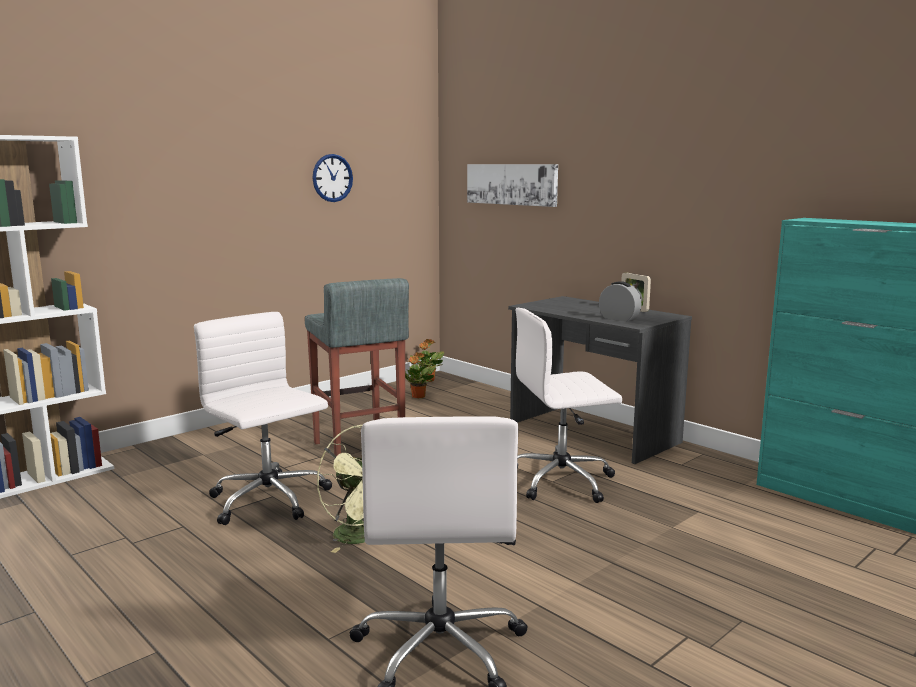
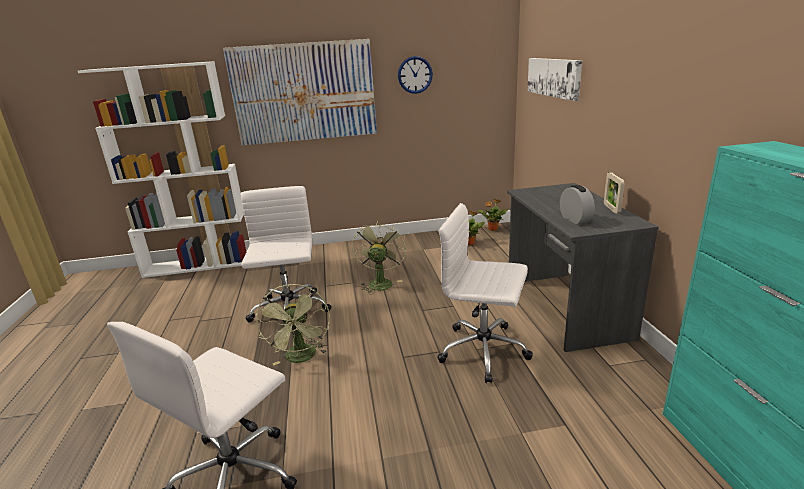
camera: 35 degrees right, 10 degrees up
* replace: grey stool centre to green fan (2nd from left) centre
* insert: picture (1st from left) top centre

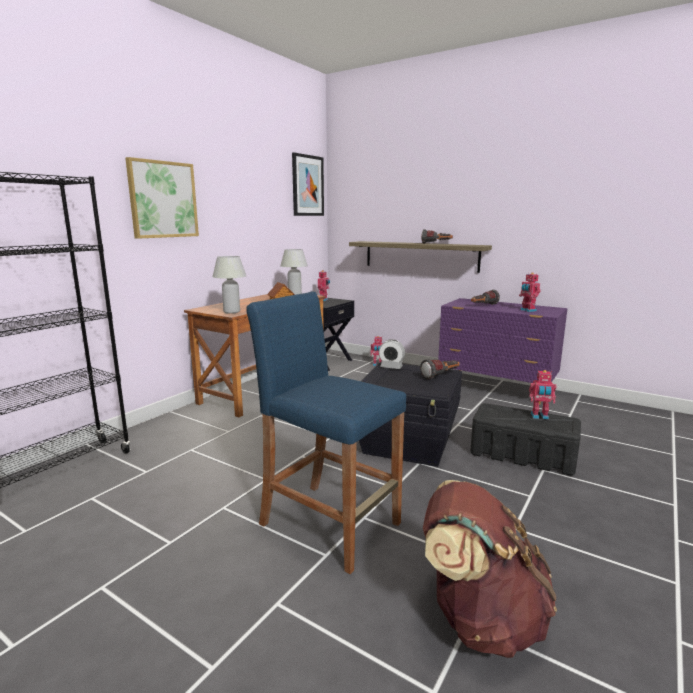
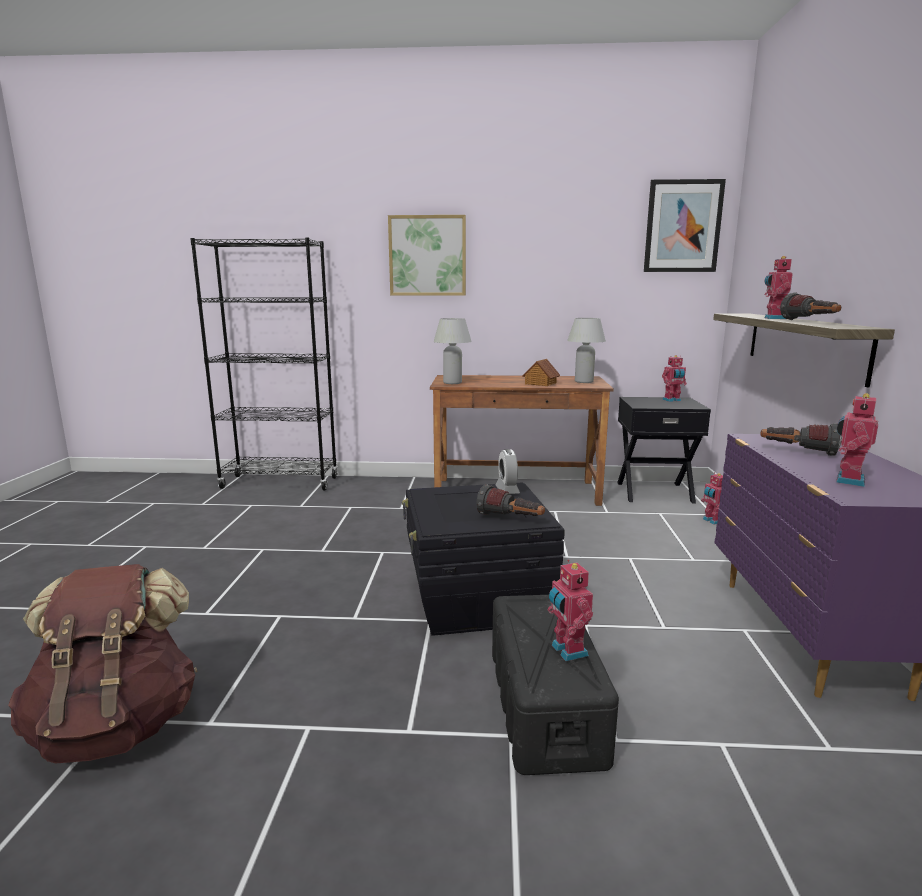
camera: 60 degrees right, 0 degrees up
* delete: blue stool centre
* insert: toy robot (4th from left) top right

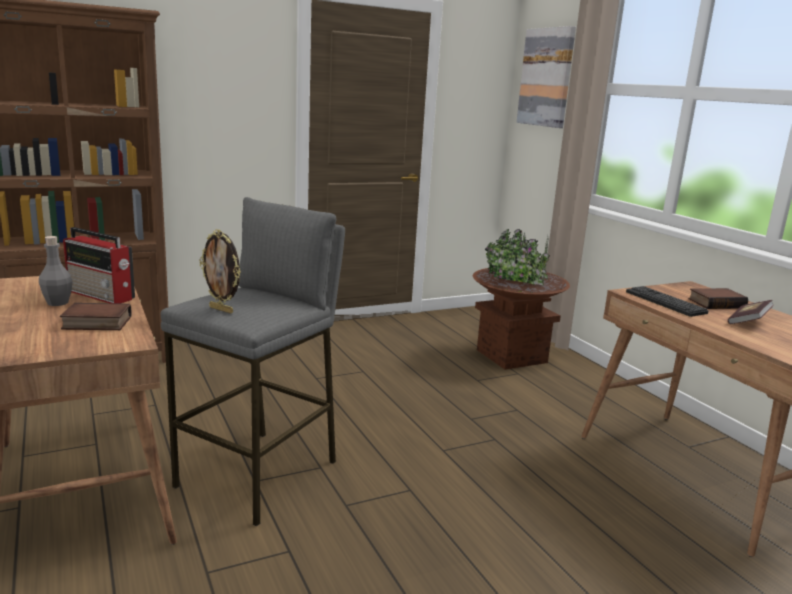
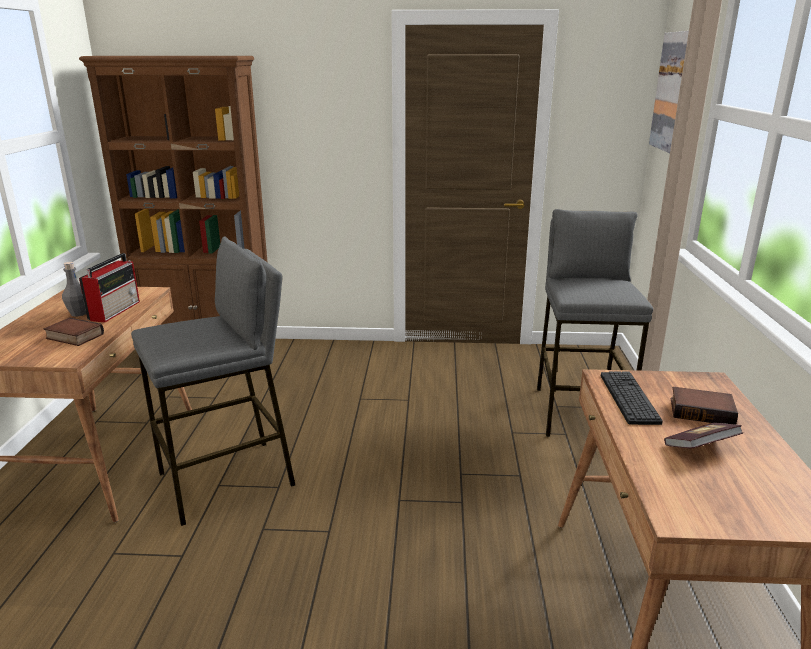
camera: 30 degrees right, 5 degrees up
* rotate: radio middle left = middle left 135 degrees counterclockwise
* delete: picture frame middle left
* replace: brown planter centre to grey stool (2nd from left) middle right

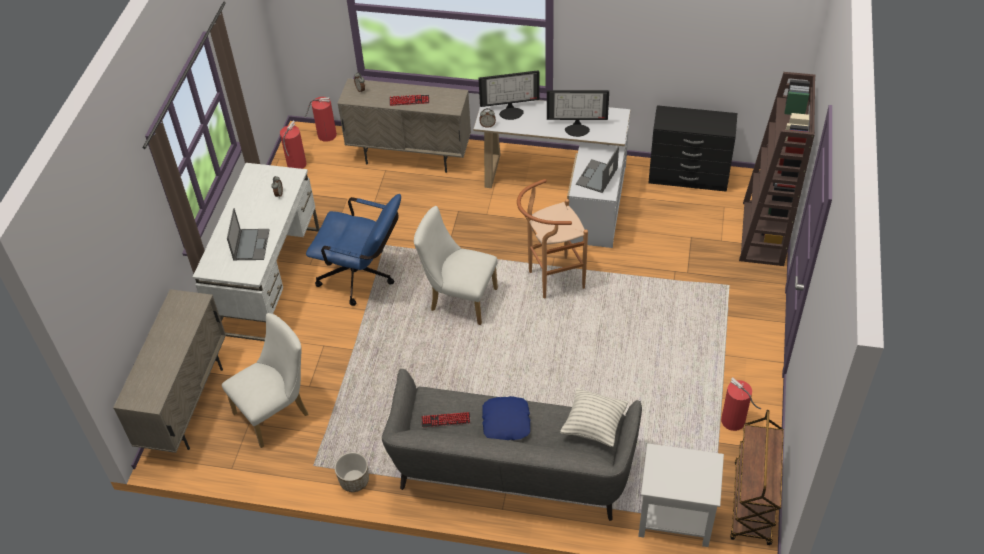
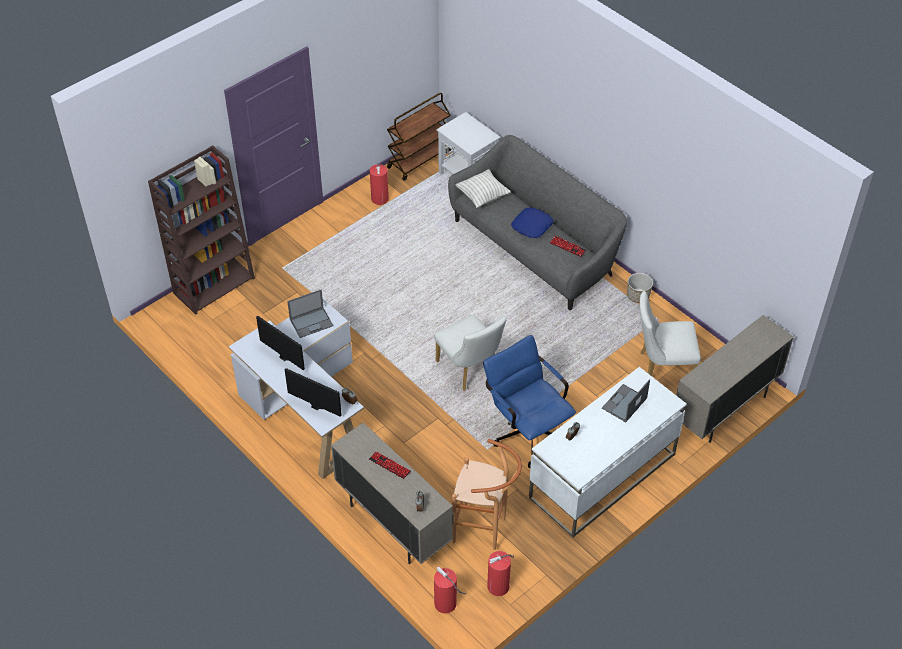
camera: 145 degrees left, 0 degrees up
* delete: black dresser top right
* move: brown stool centre to bottom centre

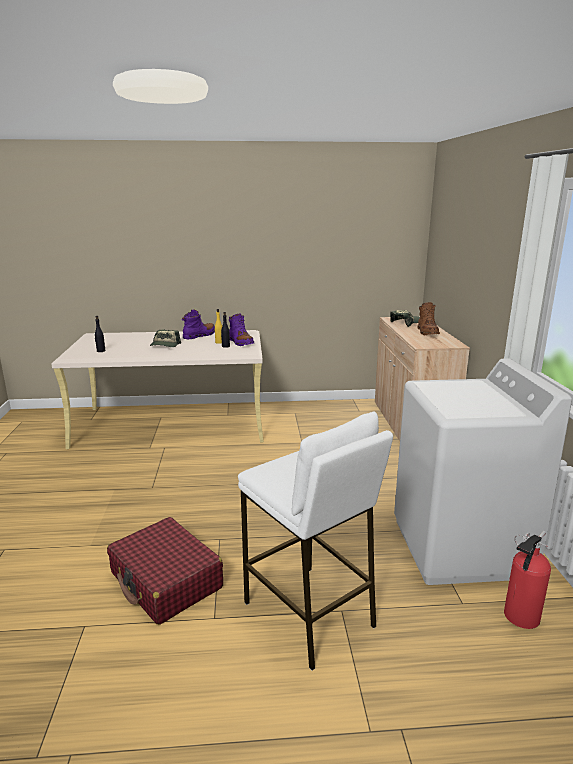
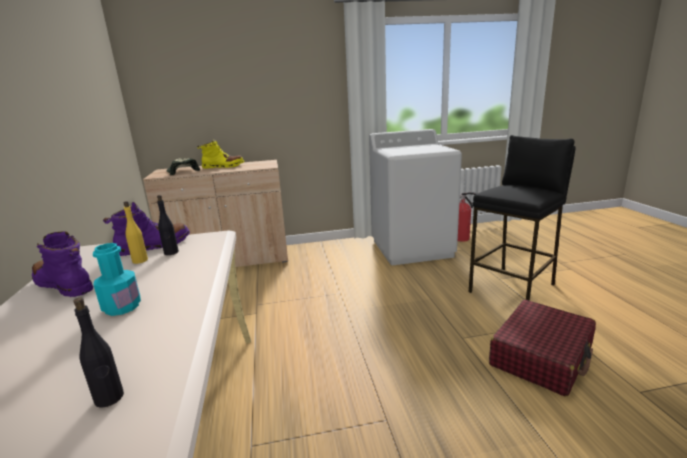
camera: 95 degrees left, 0 degrees up
* recolor: brown boot middle right to yellow boot middle left
* replace: cap (1st from left) middle left to turquoise bottle middle left
* recolor: white stool bottom centre to black stool middle right

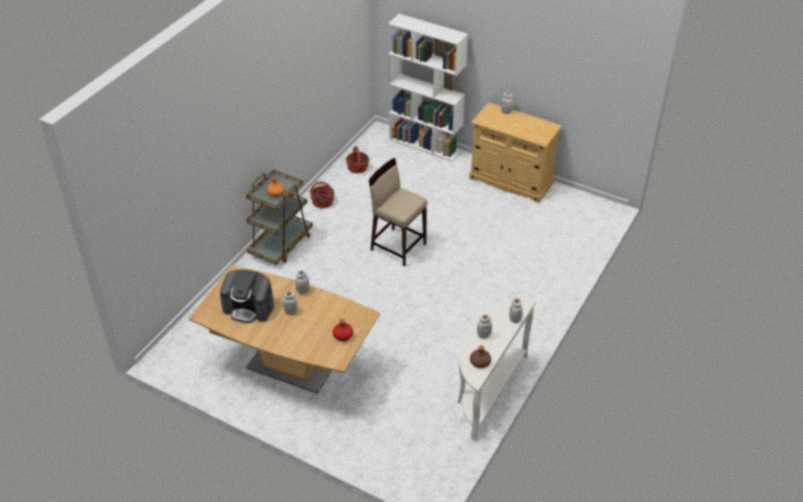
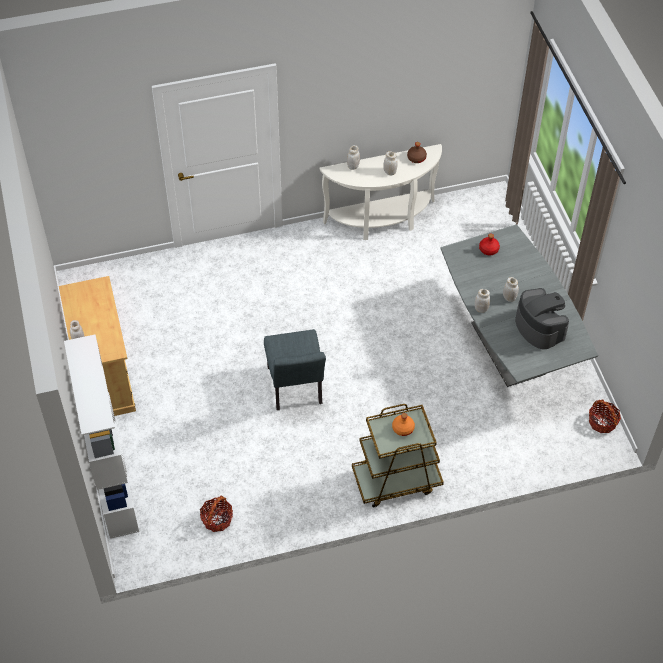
camera: 135 degrees left, 10 degrees up
* replace: beige stool centre to grey chair centre
* move: basket (1st from left in the first image) centre to basket (2nd from left) middle right
* recolor: brown dining table centre to grey dining table middle right

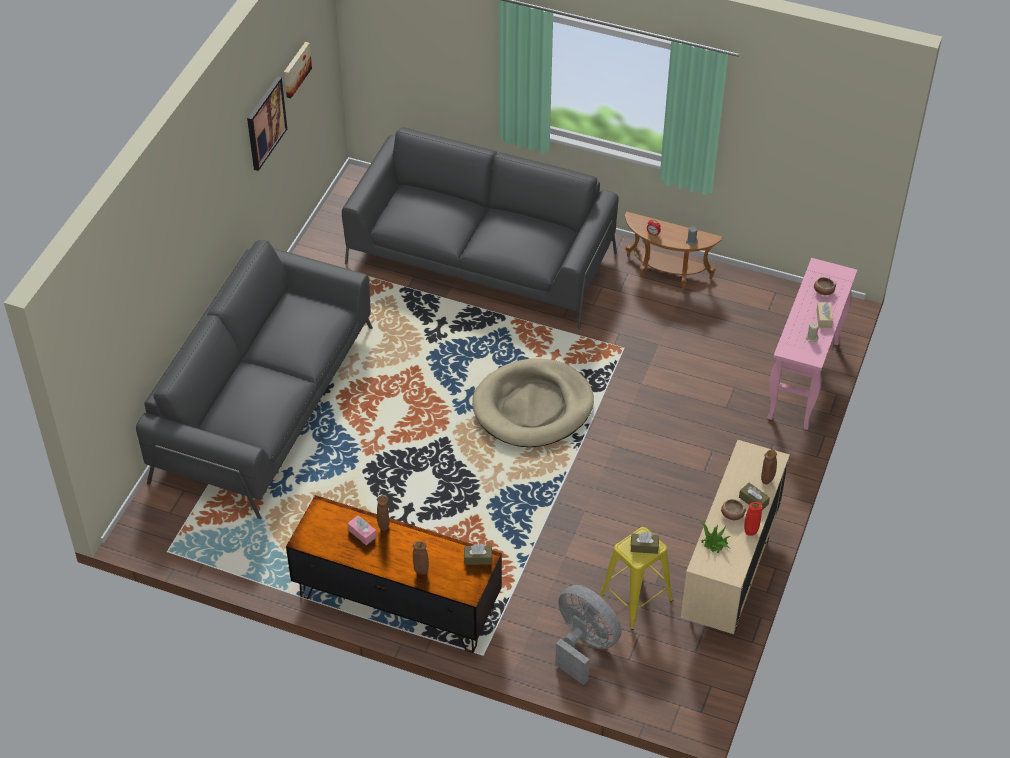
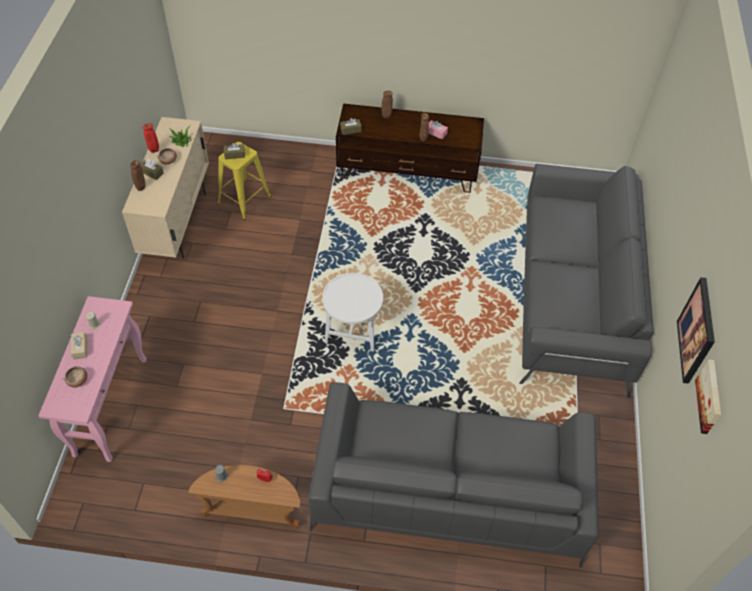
camera: 165 degrees right, 5 degrees up
* replace: beige dog bed centre to white side table centre
* delete: grey fan bottom centre

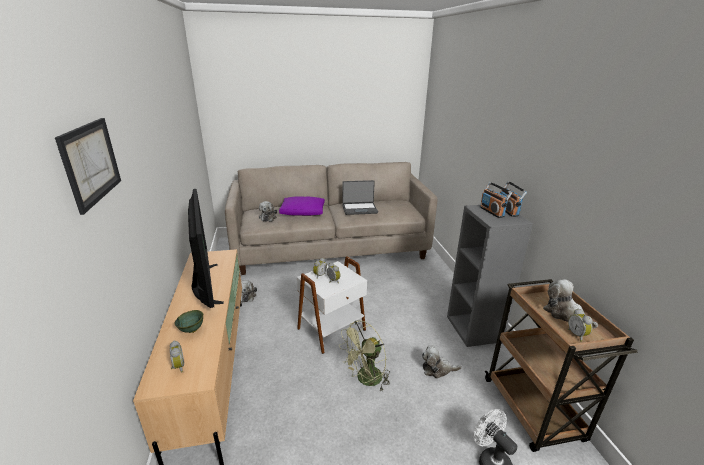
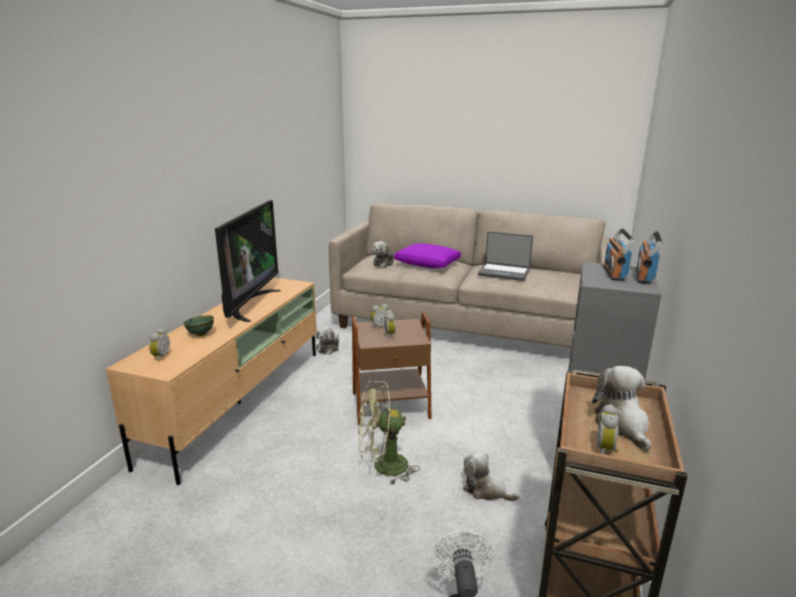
camera: 30 degrees right, 5 degrees down
* delete: picture middle left
* recolor: white side table centre to brown side table centre

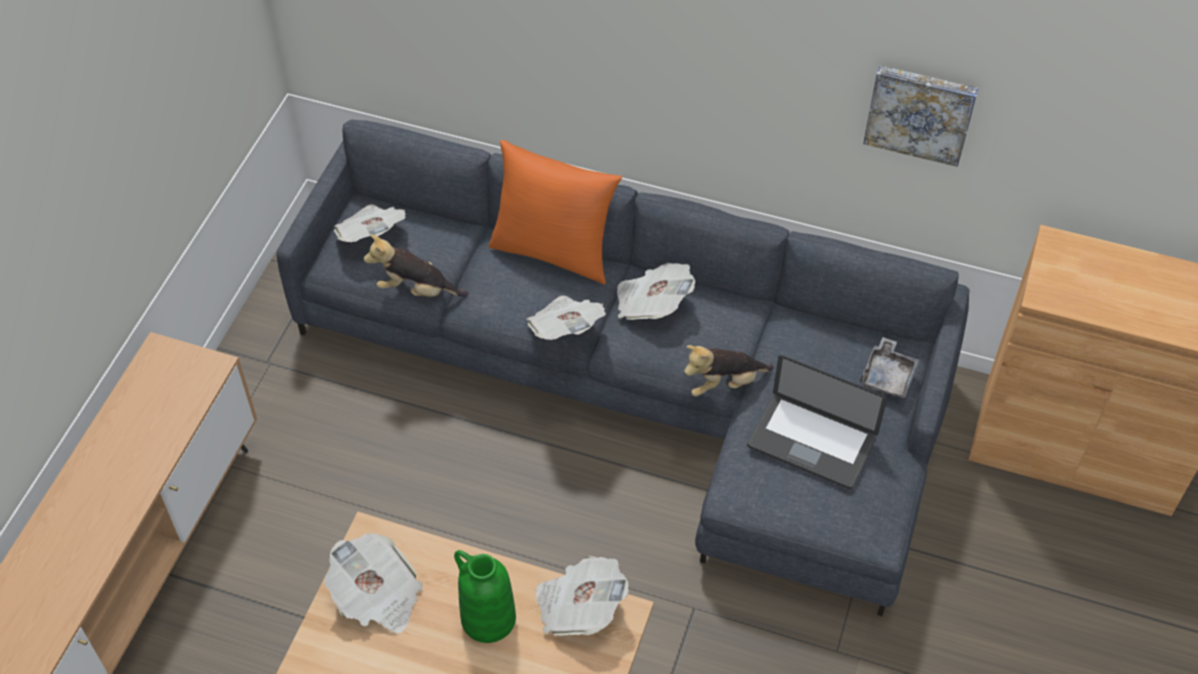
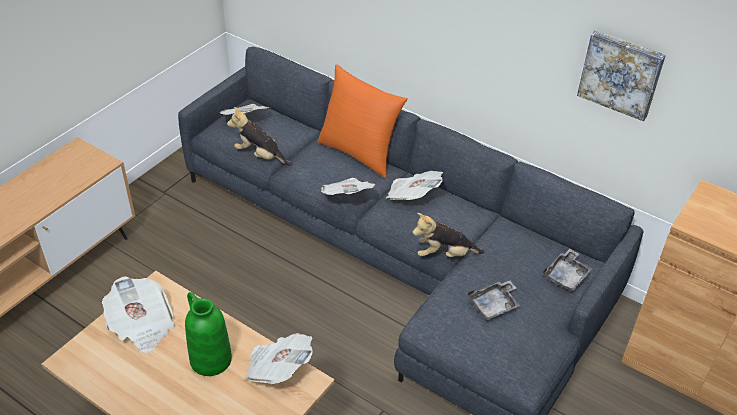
camera: 15 degrees right, 10 degrees down
* replace: laptop middle right to grey tray (1st from left) bottom right

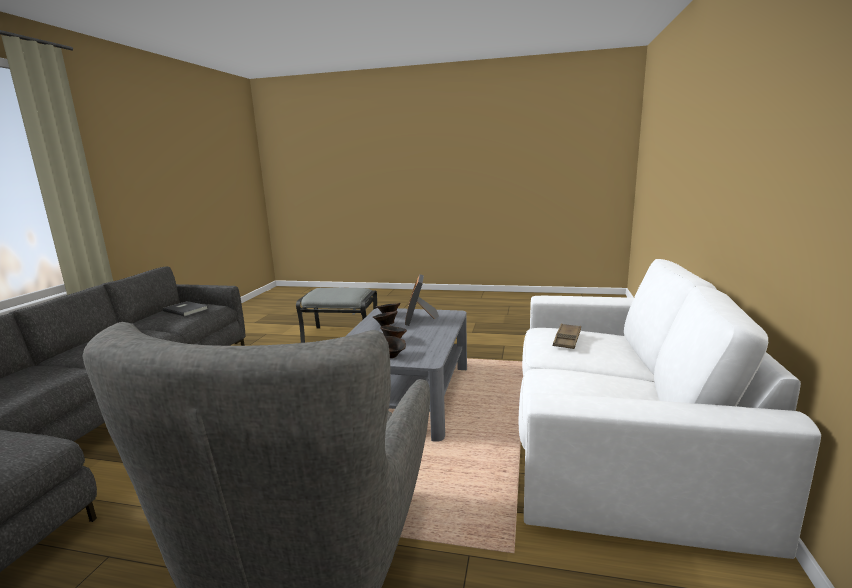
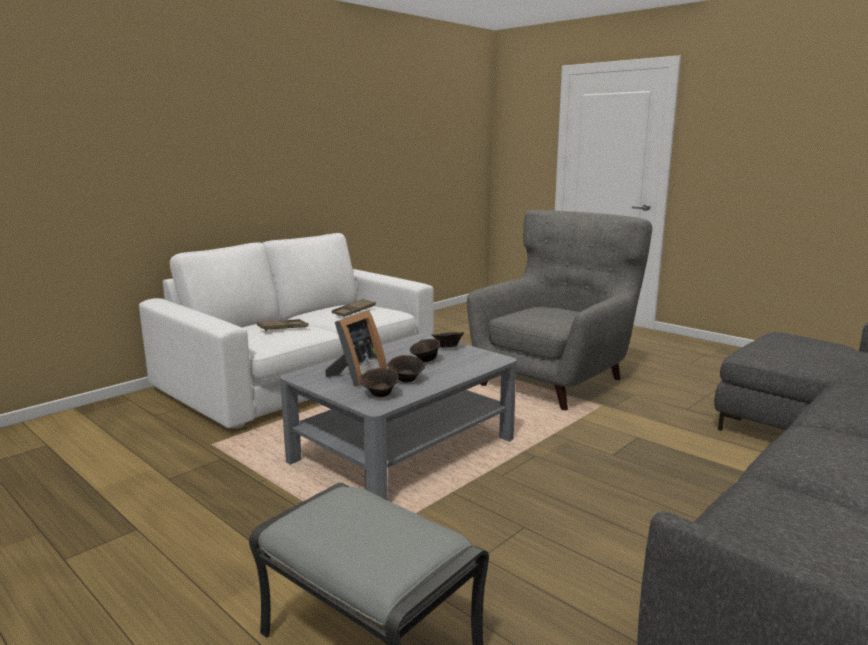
camera: 150 degrees left, 0 degrees up
* delete: grey book middle left
* insert: brown tray (2nd from left) centre

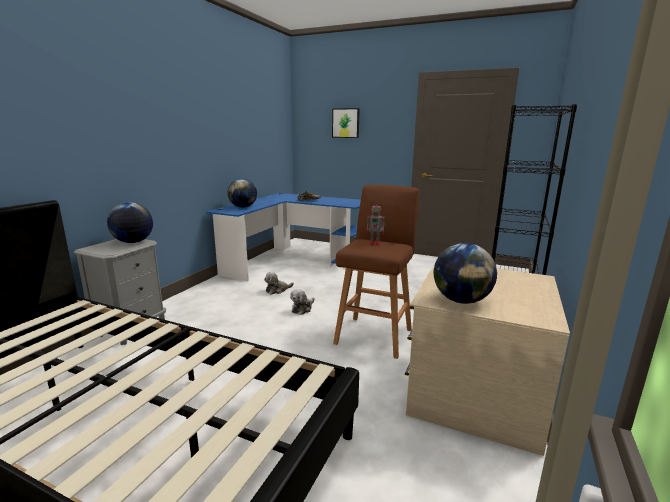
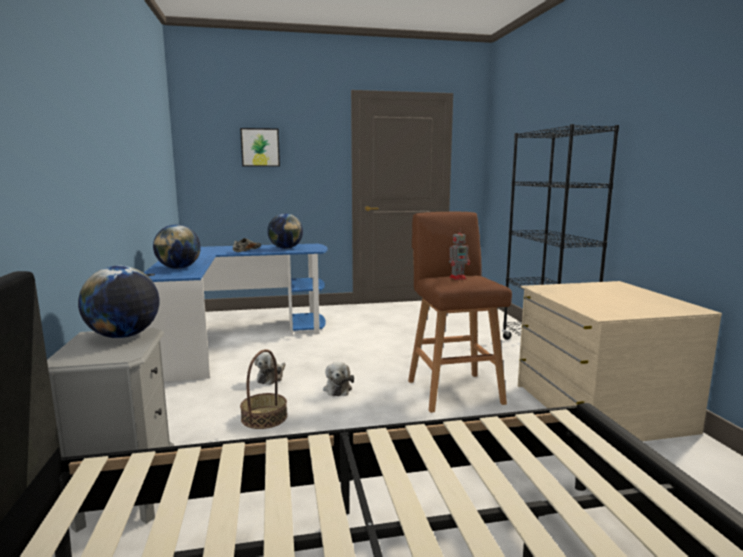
camera: 35 degrees left, 5 degrees down
* move: globe (3rd from left) middle right to centre
* insert: basket bottom centre

